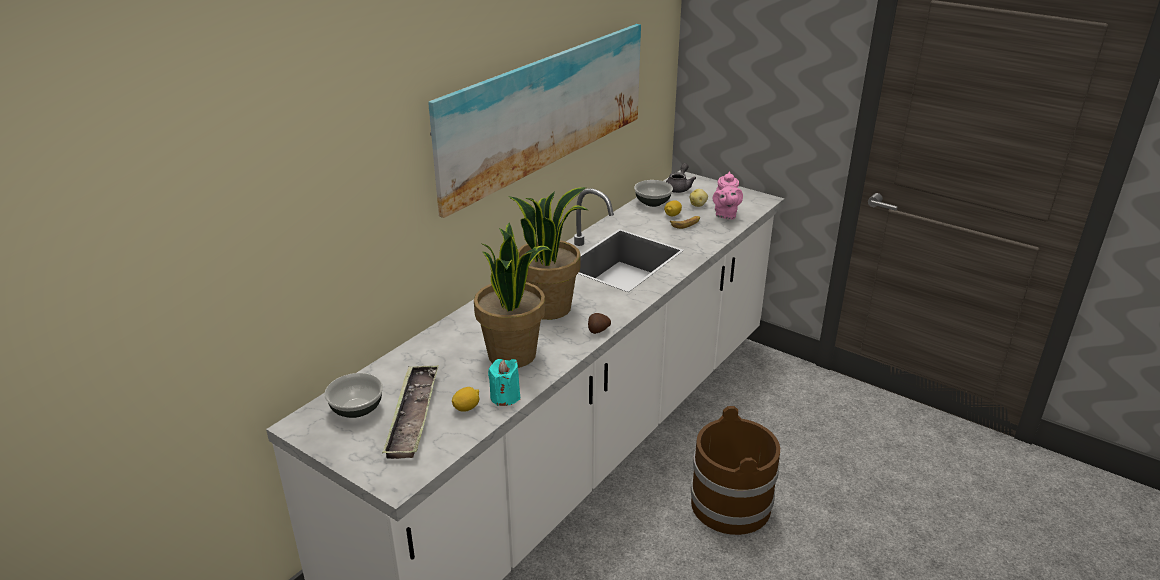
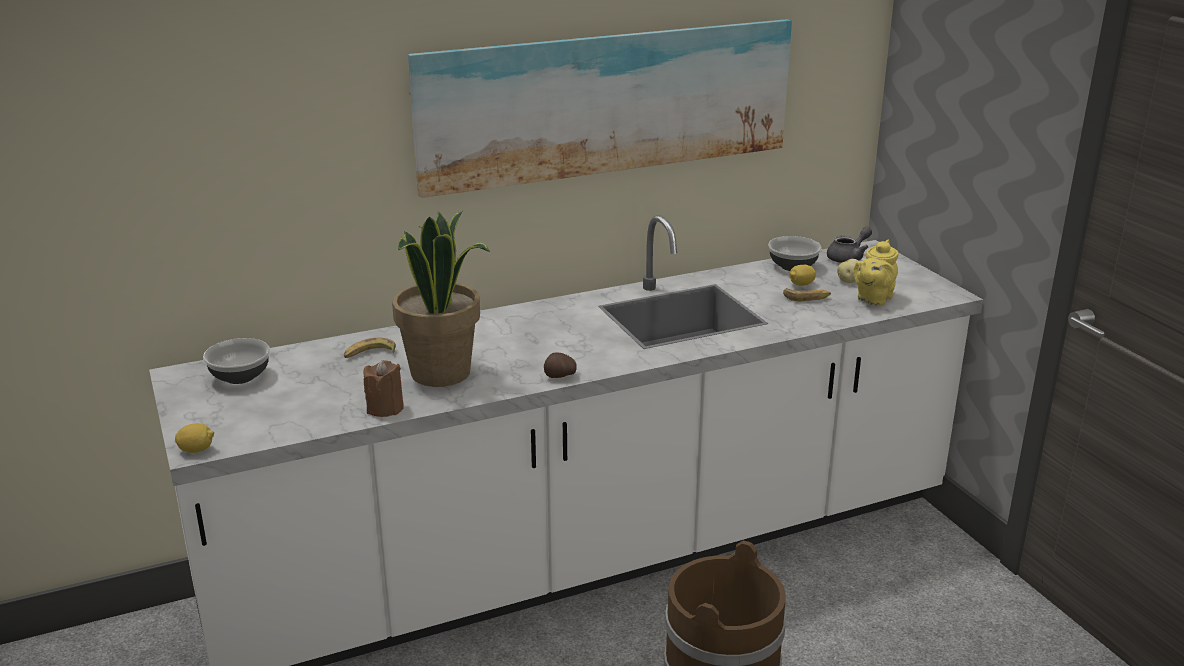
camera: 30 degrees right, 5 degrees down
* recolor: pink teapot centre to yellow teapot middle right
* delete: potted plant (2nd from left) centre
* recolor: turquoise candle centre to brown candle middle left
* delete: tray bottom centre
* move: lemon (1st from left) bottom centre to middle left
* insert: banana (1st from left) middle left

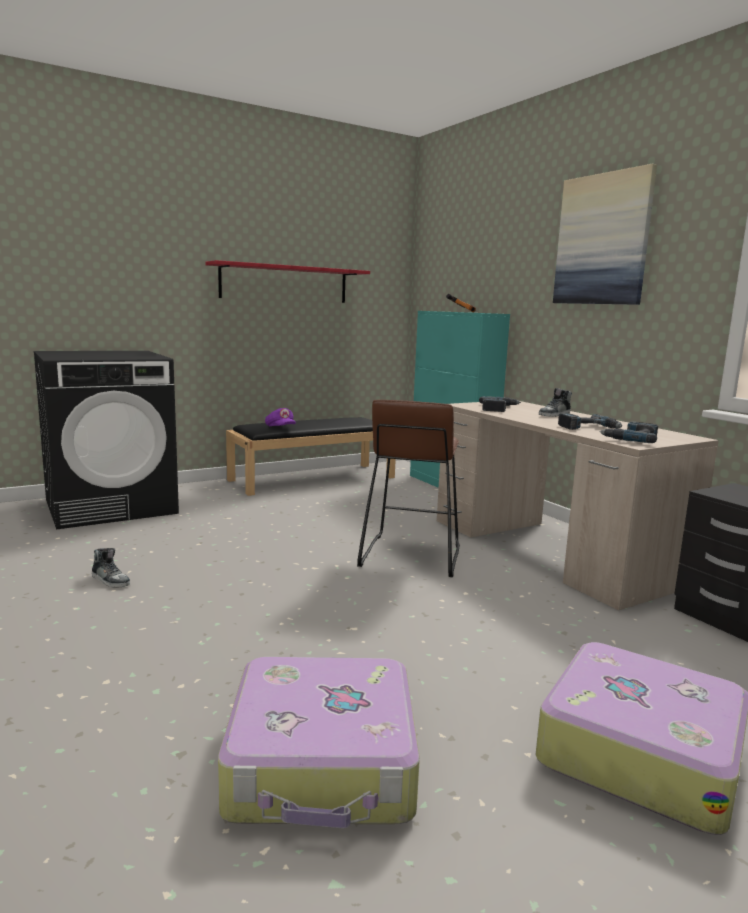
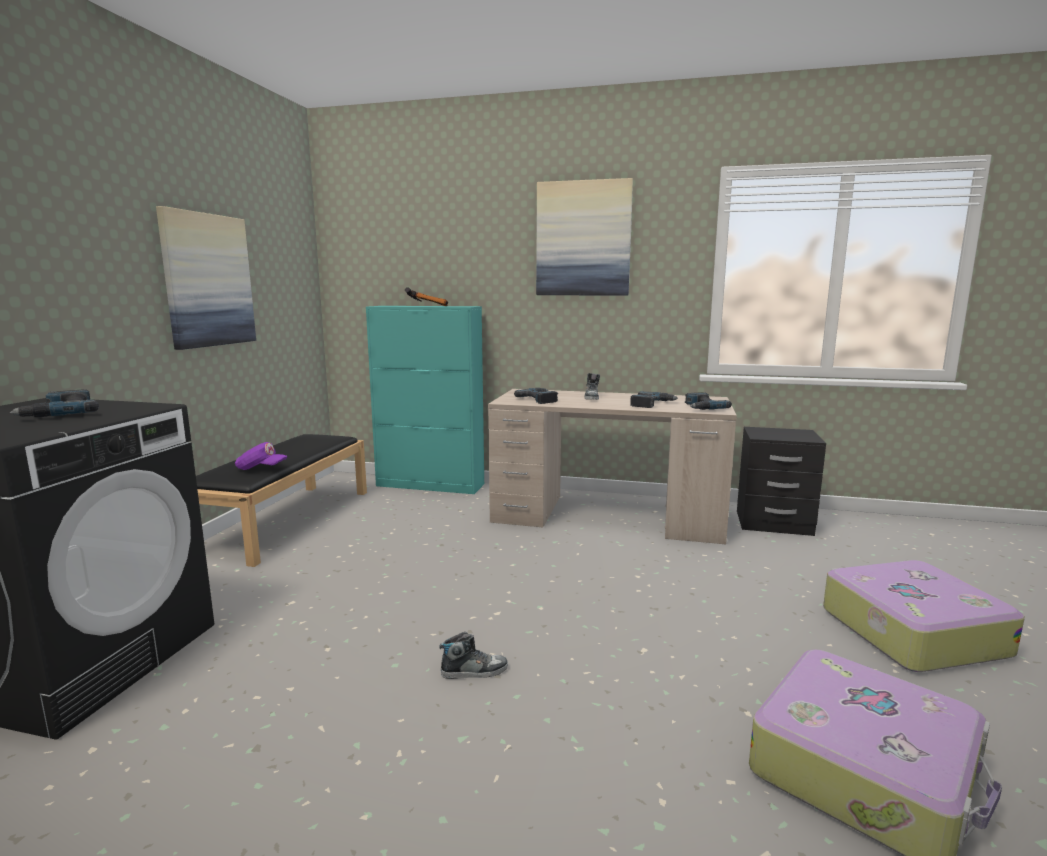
camera: 45 degrees left, 0 degrees up
* replace: red shelf top centre to picture (1st from left) top left
* delete: brown stool centre
* move: shoe (1st from left) middle left to bottom centre
* insert: power drill (1st from left) middle left

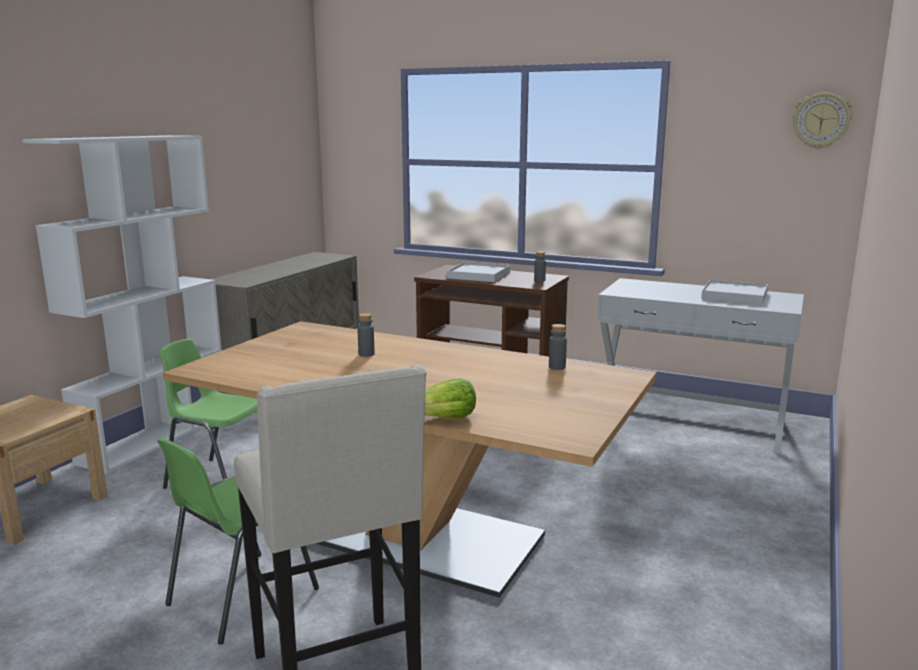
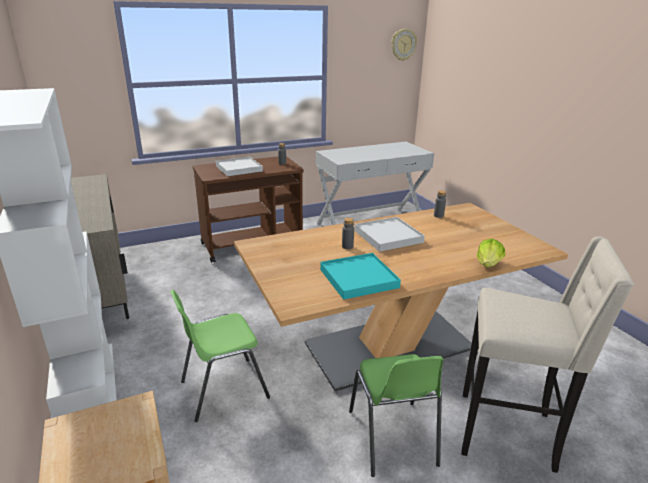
camera: 50 degrees left, 10 degrees up
* move: white tray (2nd from left) middle right to centre
* insert: turquoise tray centre

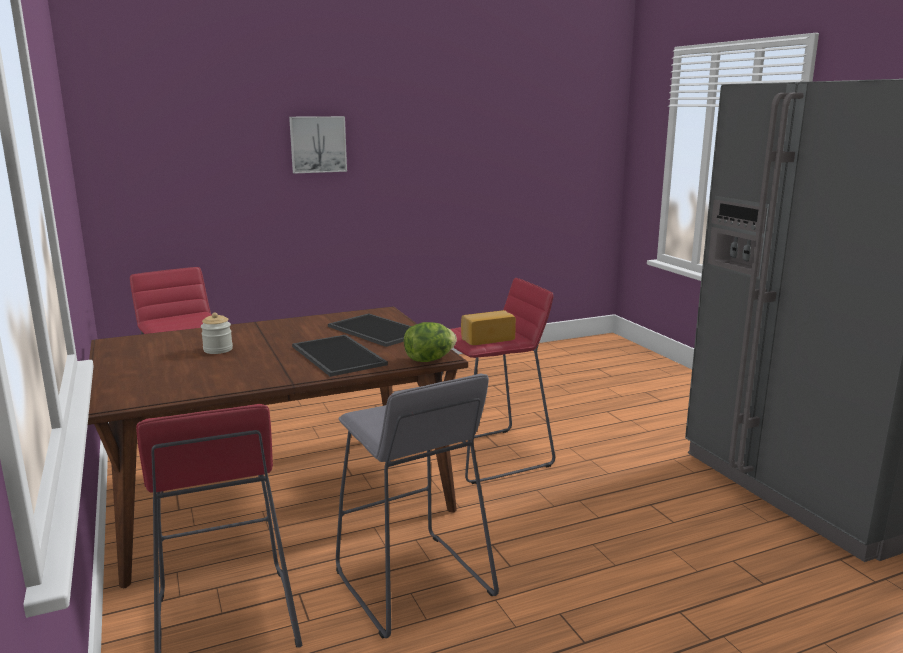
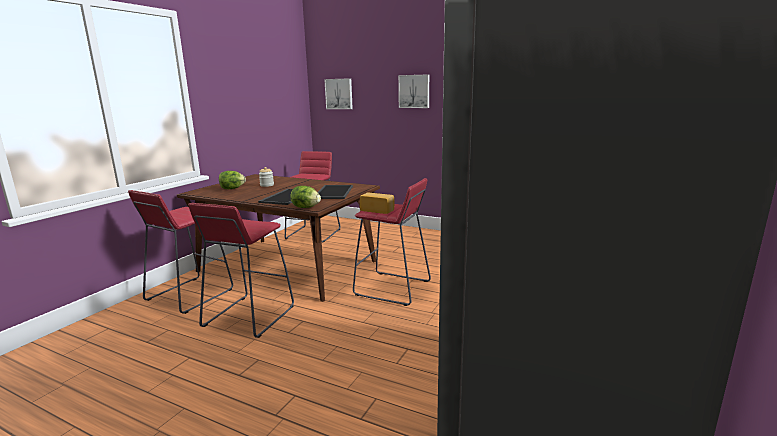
camera: 50 degrees right, 0 degrees up
* recolor: grey stool bottom centre to red stool (2nd from left) middle left
* insert: picture (1st from left) top centre
* insert: lettuce (1st from left) middle left

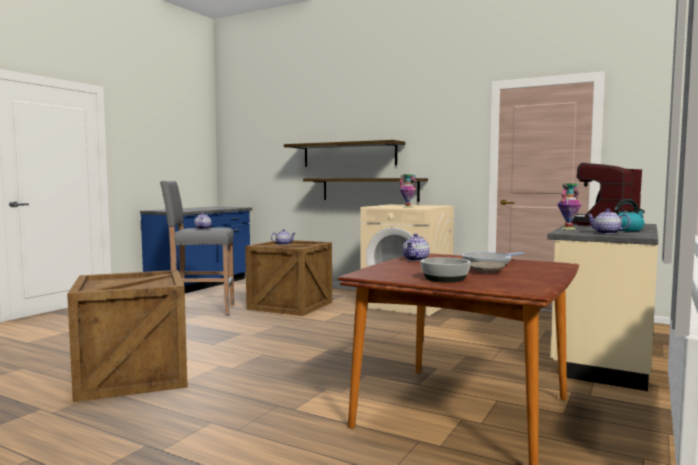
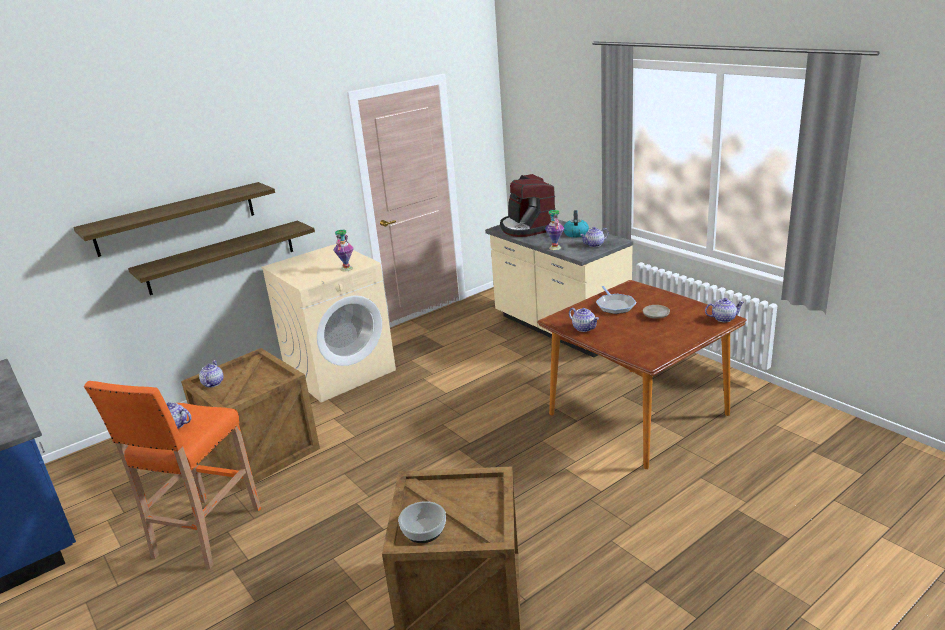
camera: 65 degrees left, 20 degrees up
* recolor: grey stool middle left to orange stool bottom left
* move: bowl centre to bottom centre
* insert: teapot (5th from left) middle right

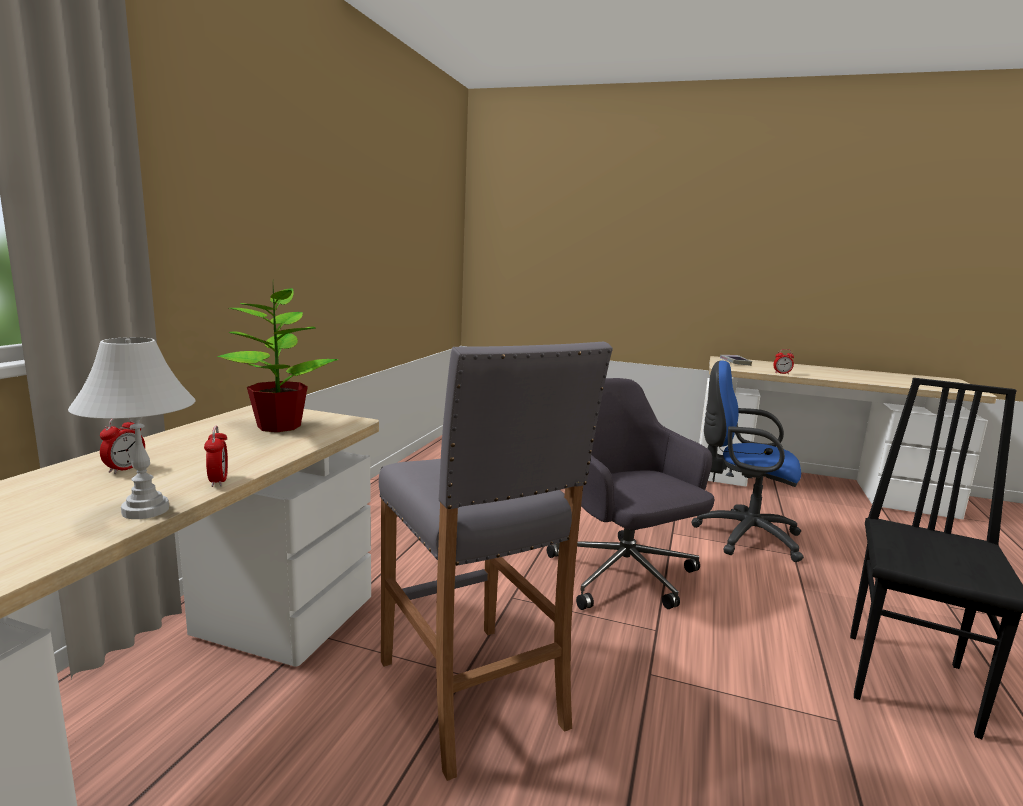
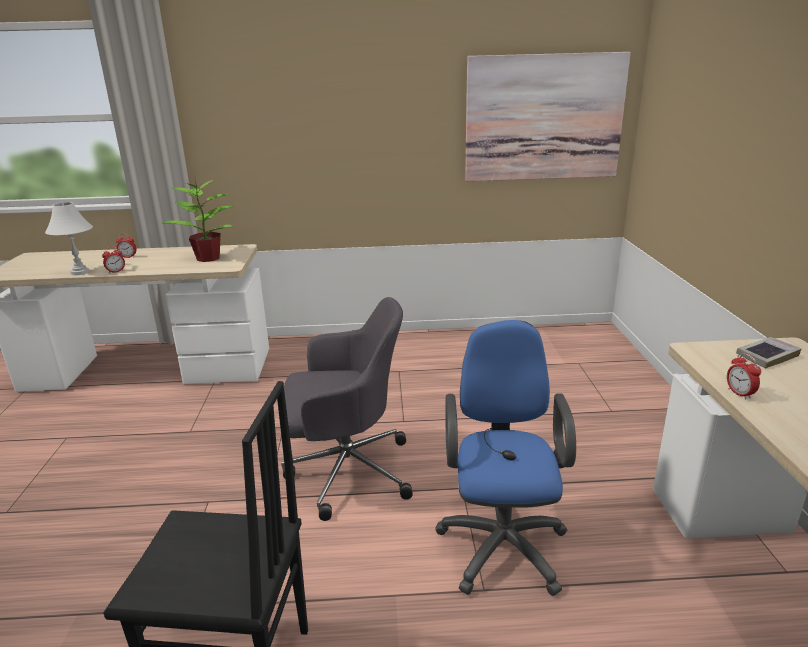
camera: 70 degrees right, 10 degrees up
* delete: grey stool bottom centre
* rotate: grey office chair centre = centre 45 degrees clockwise
* insert: picture top right

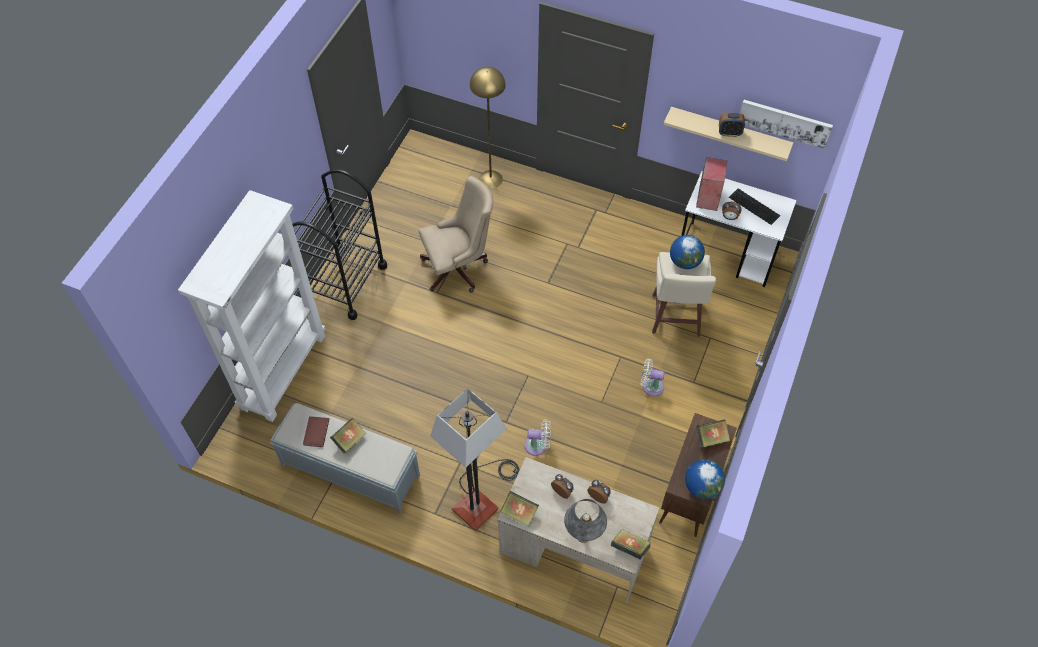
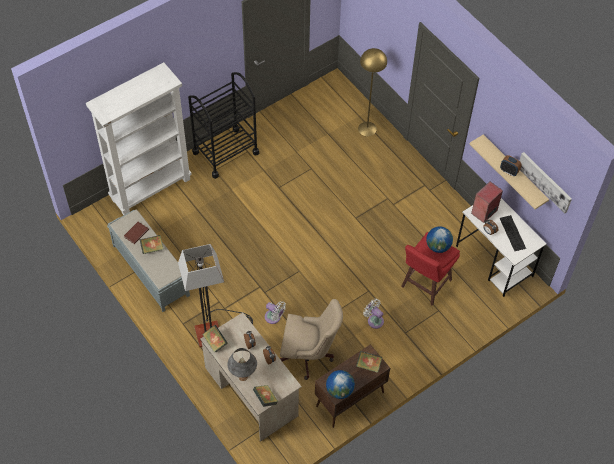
camera: 30 degrees right, 0 degrees up
* move: beige office chair centre to bottom centre
* recolor: beige stool centre to red stool middle right

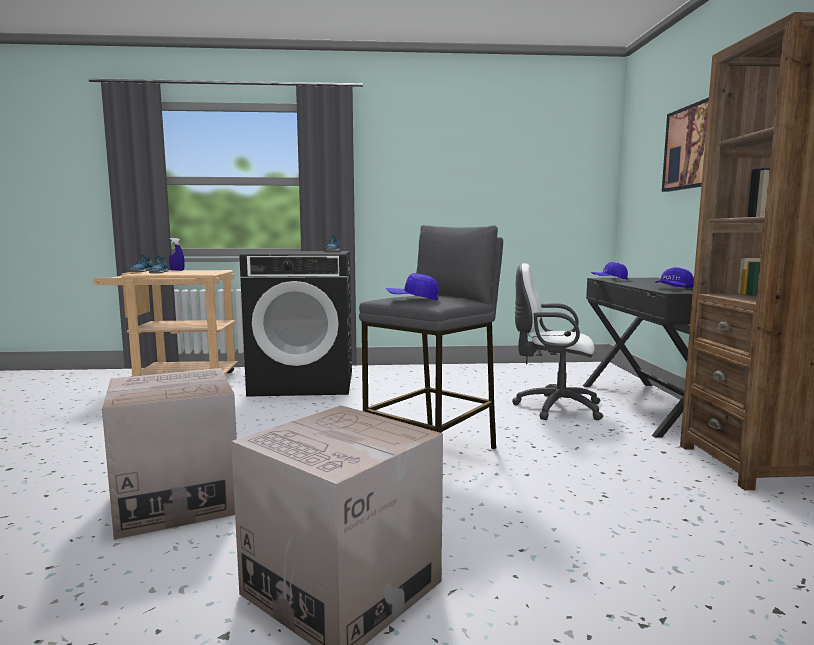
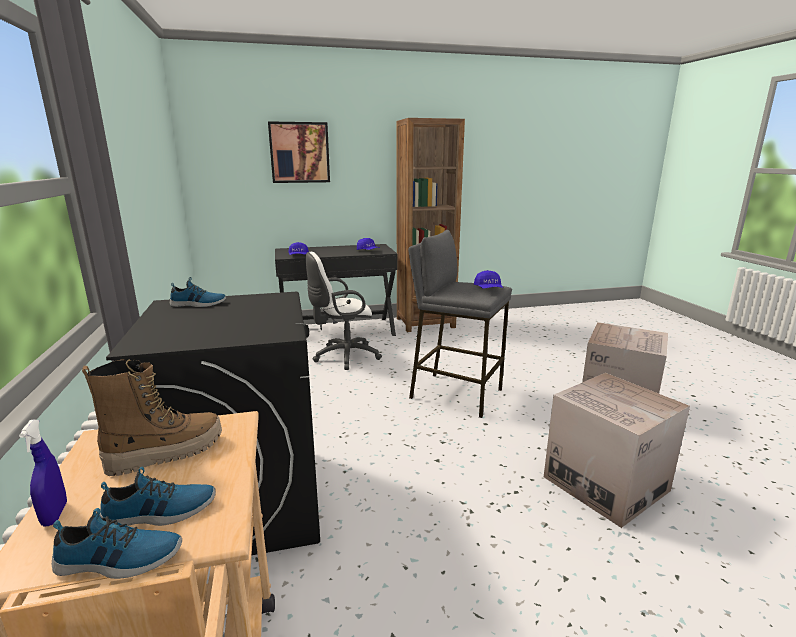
camera: 100 degrees left, 10 degrees up
* rotate: white office chair middle right = centre 60 degrees clockwise
* insert: boot middle left

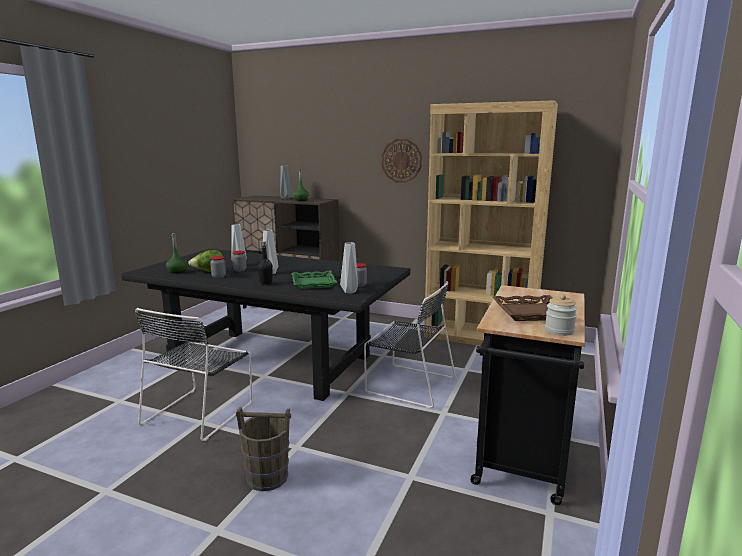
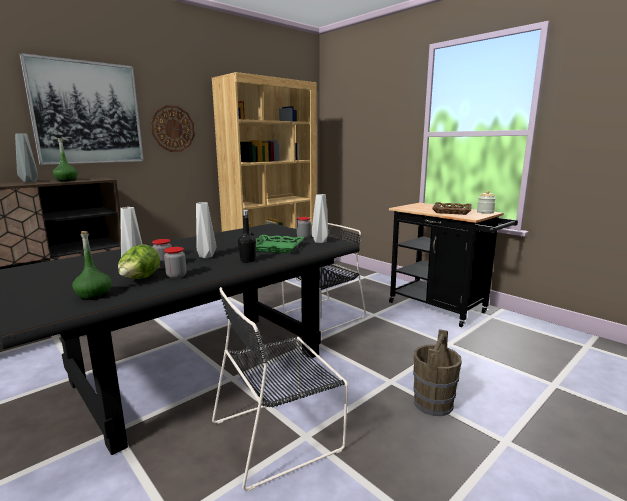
camera: 65 degrees left, 0 degrees up
* rotate: black chair (1st from left) bottom left = bottom centre 105 degrees clockwise
* insert: picture top left

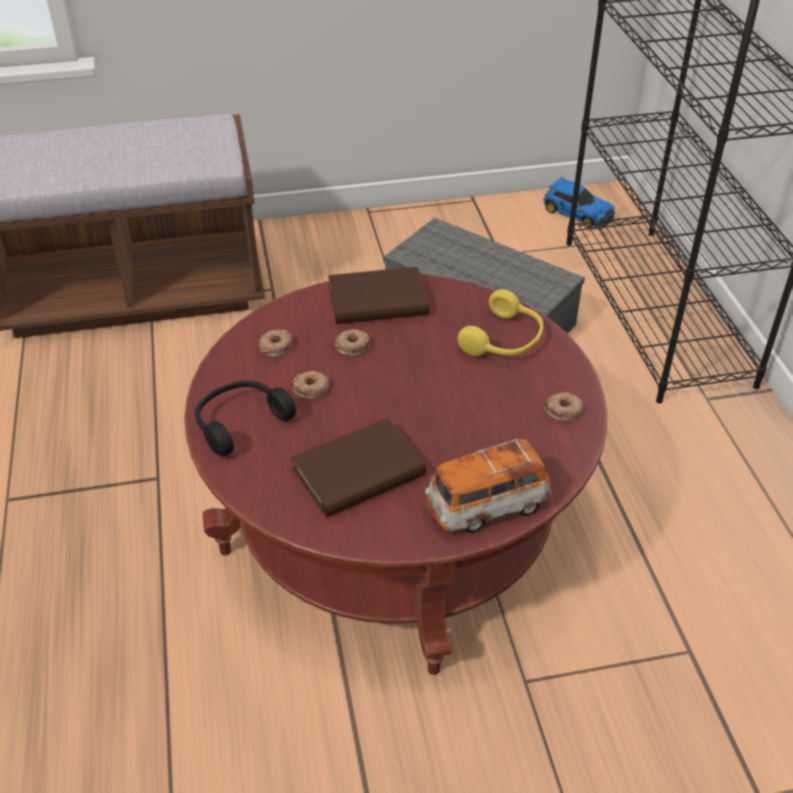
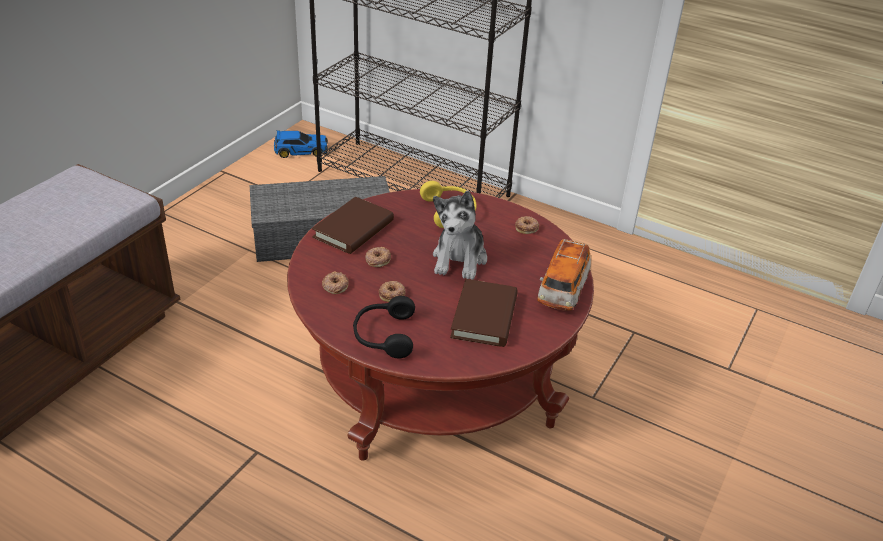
camera: 50 degrees left, 5 degrees down
* insert: plush toy centre

